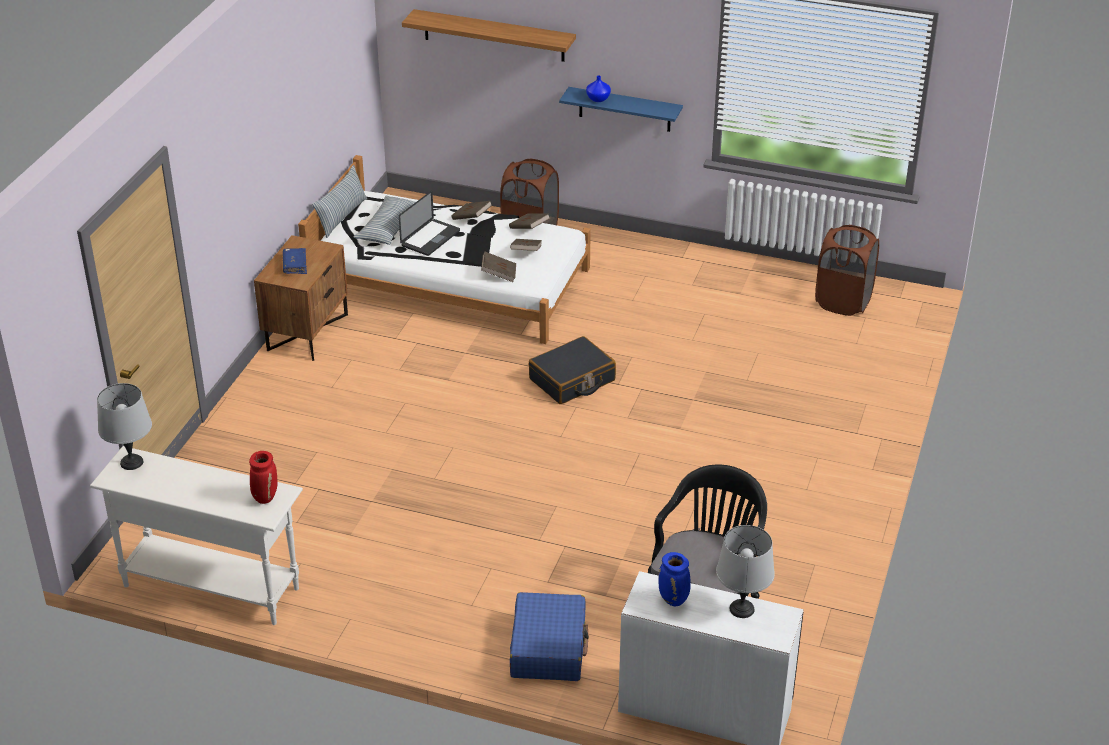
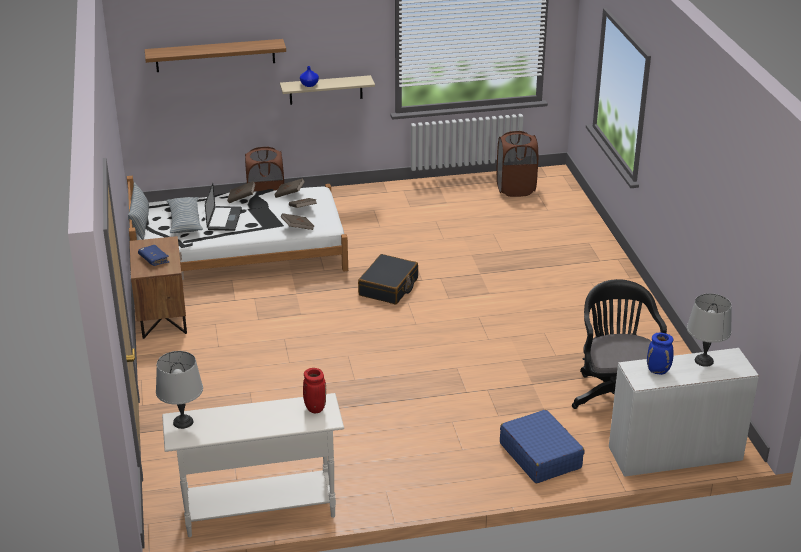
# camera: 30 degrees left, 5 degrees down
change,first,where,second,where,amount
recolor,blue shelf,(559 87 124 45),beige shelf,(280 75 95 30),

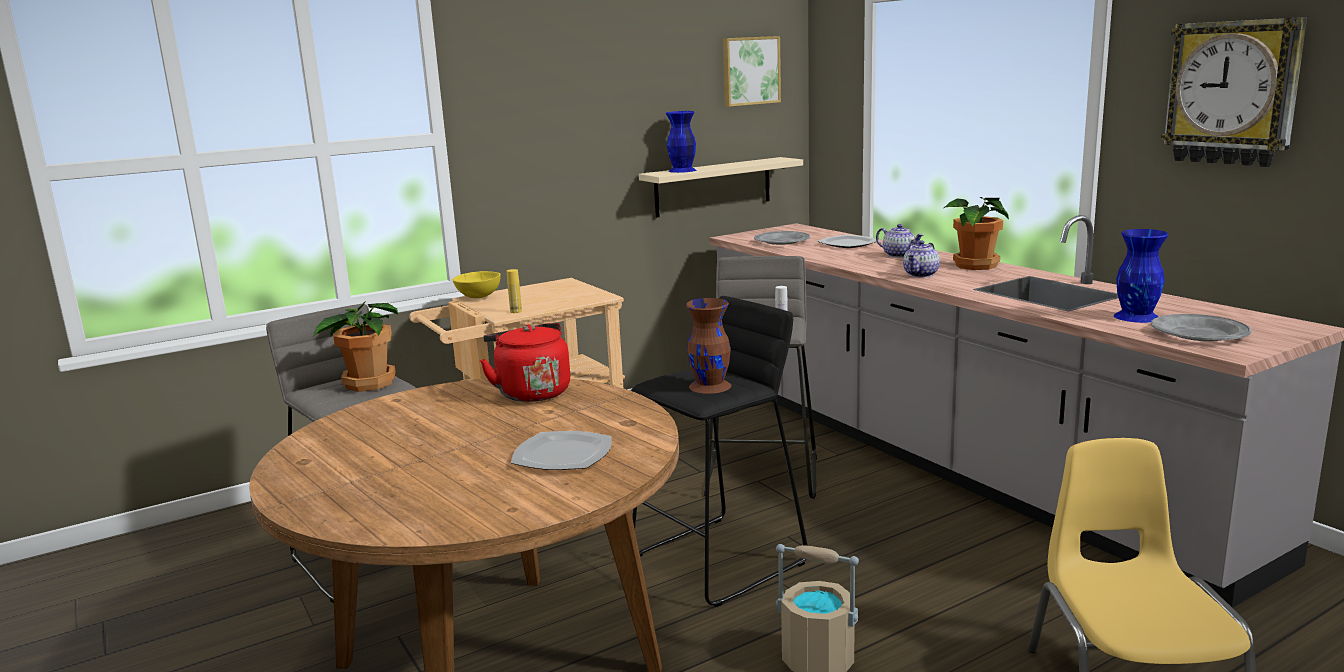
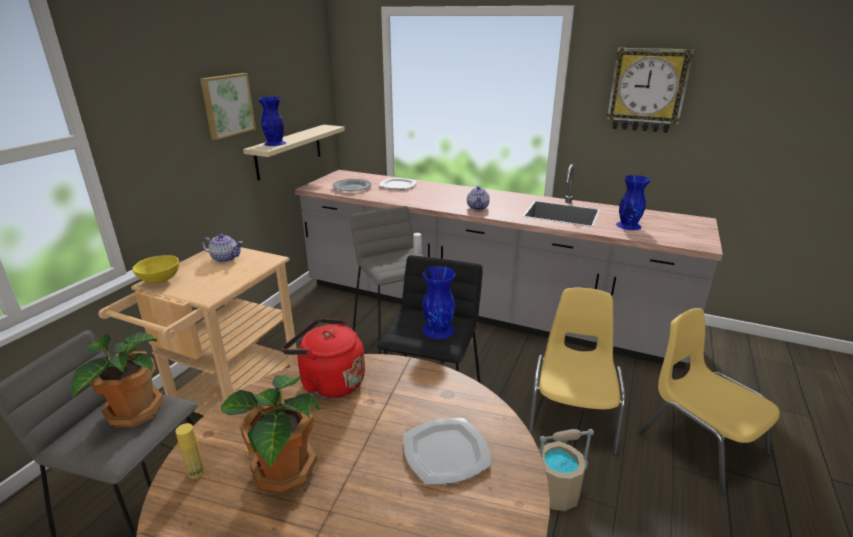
# camera: 35 degrees left, 10 degrees up
change,first,where,second,where,amount
move,picture,(723 36 58 71),,(200 73 56 67),
move,potted plant,(944 197 65 73),,(220 375 100 118),
move,teapot,(876 224 48 34),,(202 234 41 28),
move,yellow bottle,(507 269 15 44),,(175 423 30 56),
recolor,brown vase,(686 298 45 96),blue vase,(422 266 34 73),
delete,grey plate,(1151 314 100 27),,,
insert,,,yellow chair,(528 287 98 168),

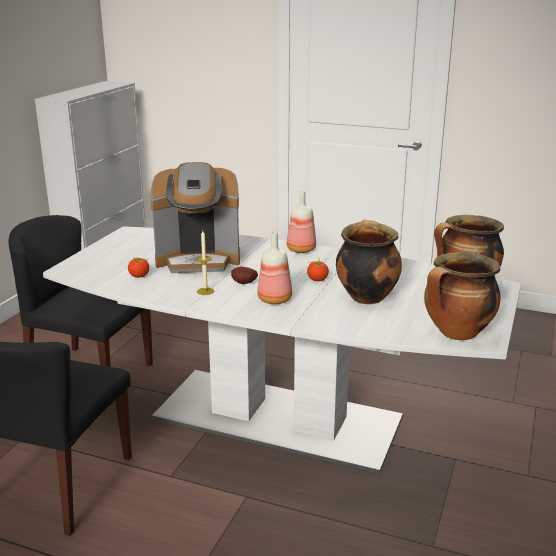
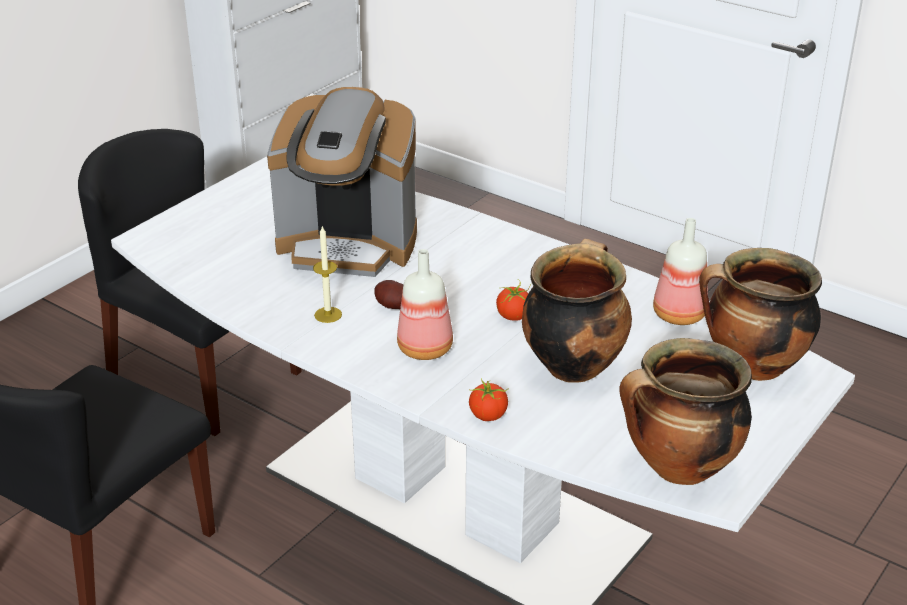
# camera: 15 degrees right, 10 degrees up
change,first,where,second,where,amount
move,bottle,(287 191 29 62),,(653 218 55 107),
move,tomato,(128 257 21 21),,(469 378 39 43),

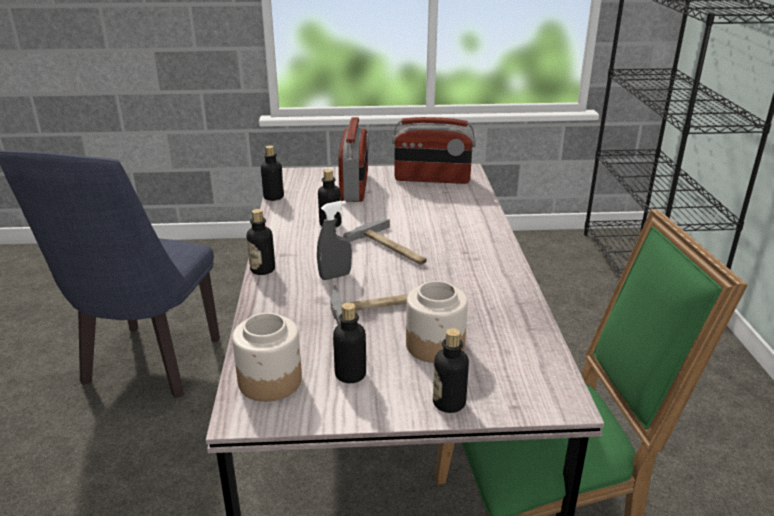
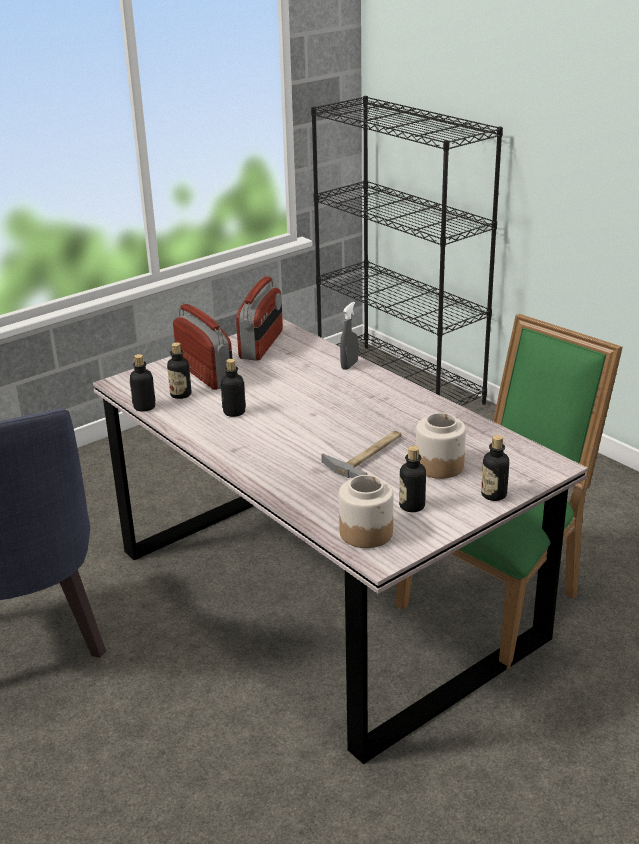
# camera: 35 degrees left, 0 degrees up
change,first,where,second,where,amount
rotate,radio,(392 117 84 67),,(236 276 47 85),45 degrees counterclockwise
move,grey spray bottle,(317 201 35 79),,(340 302 19 68),
move,bottle,(247 209 28 66),,(167 342 24 57),
delete,hammer,(343 219 84 46),,,

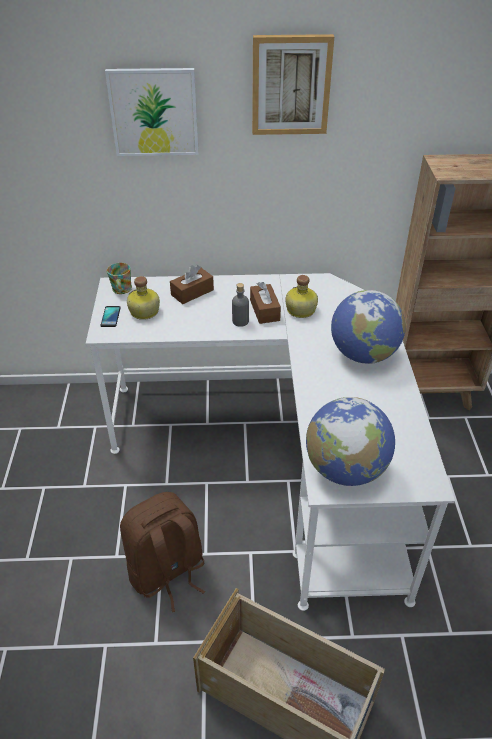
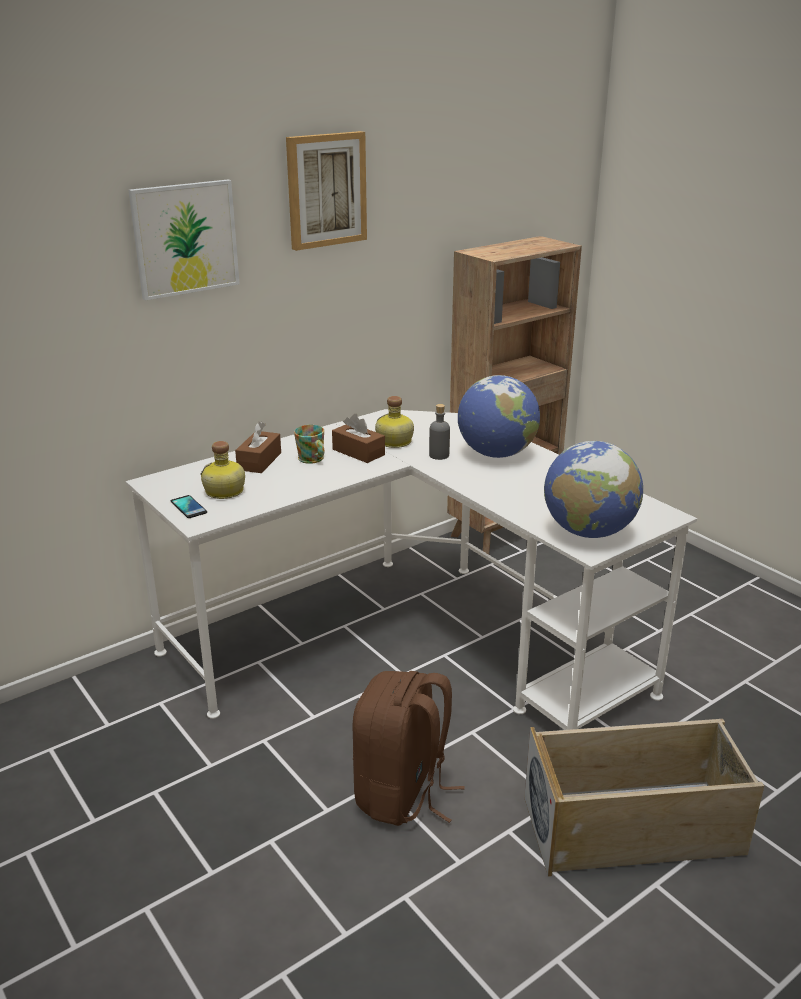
# camera: 35 degrees left, 15 degrees down
change,first,where,second,where,amount
move,mug,(107 263 25 31),,(294 425 30 39),
move,grey bottle,(232 283 17 44),,(429 404 21 56),

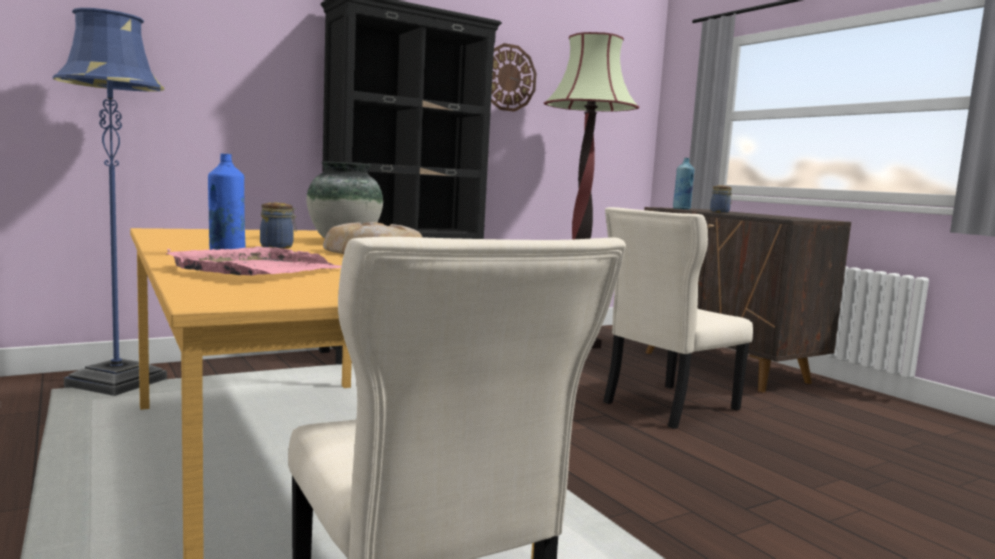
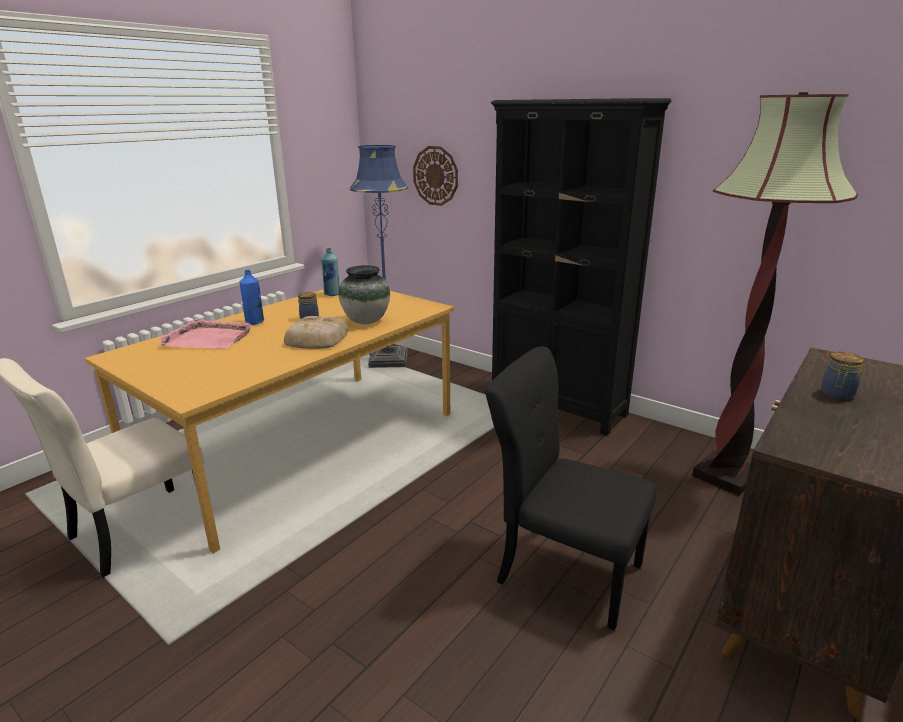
# camera: 70 degrees right, 15 degrees up
change,first,where,second,where,amount
move,wall clock,(491 43 45 69),,(413 146 45 60),
move,blue bottle,(673 158 21 52),,(321 248 19 48),
recolor,beige chair,(603 207 150 222),black chair,(485 346 172 285),

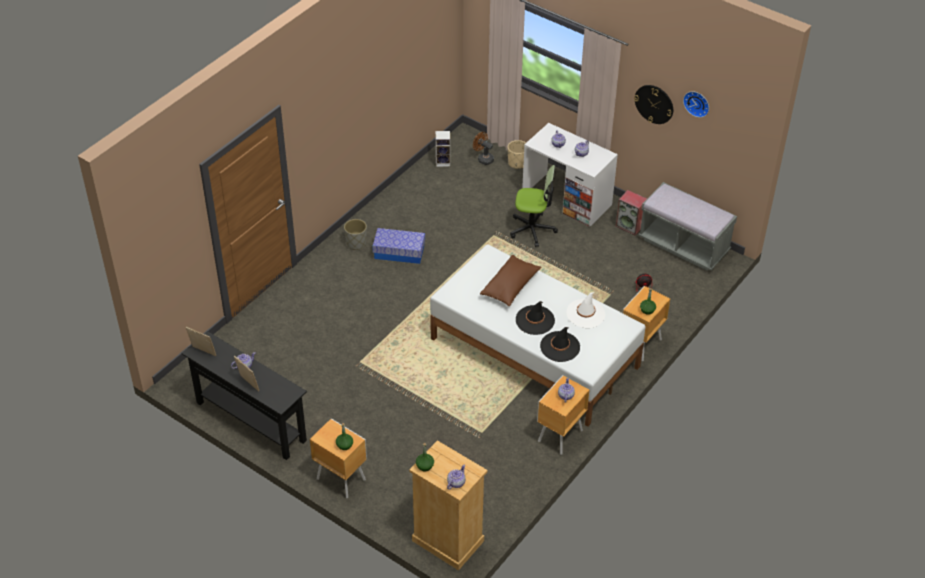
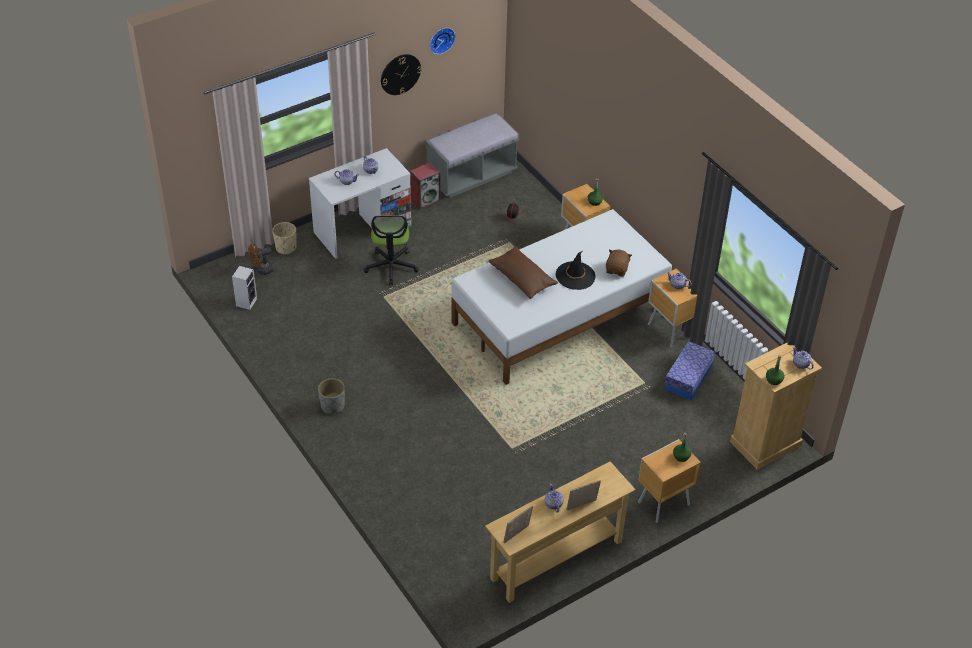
# camera: 70 degrees left, 0 degrees up
change,first,where,second,where,amount
rotate,office chair,(510 165 48 82),,(363 215 56 70),150 degrees clockwise
move,storage box,(372 228 53 36),,(665 341 50 59),
delete,white hat,(567 292 39 36),,,
replace,black hat,(540 327 40 35),brown plush toy,(606 249 26 27),
recolor,black console table,(181 331 126 129),beige console table,(485 461 151 142),

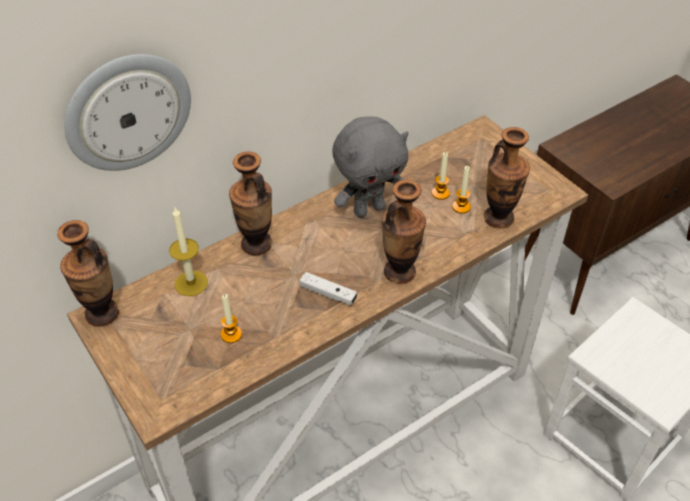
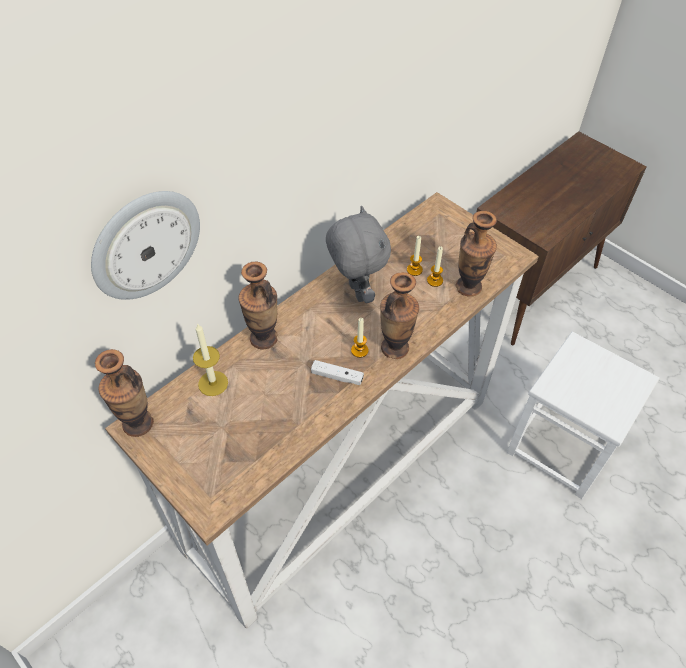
# camera: 10 degrees left, 5 degrees up
change,first,where,second,where,amount
rotate,grey plush toy,(332 116 77 101),,(326 206 65 97),75 degrees counterclockwise
move,candle,(221 294 21 49),,(351 318 18 40),

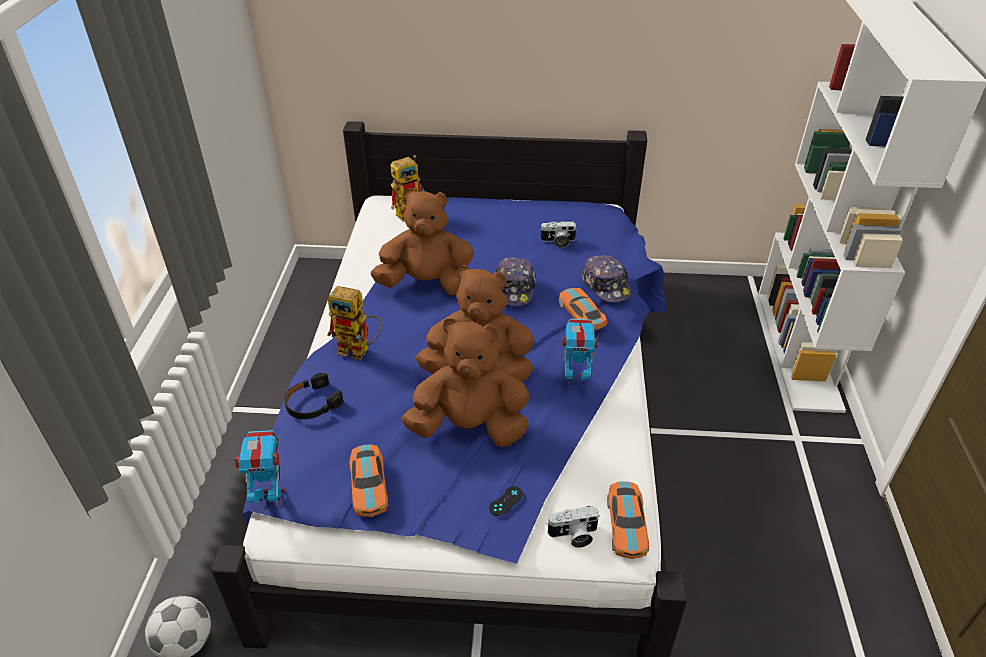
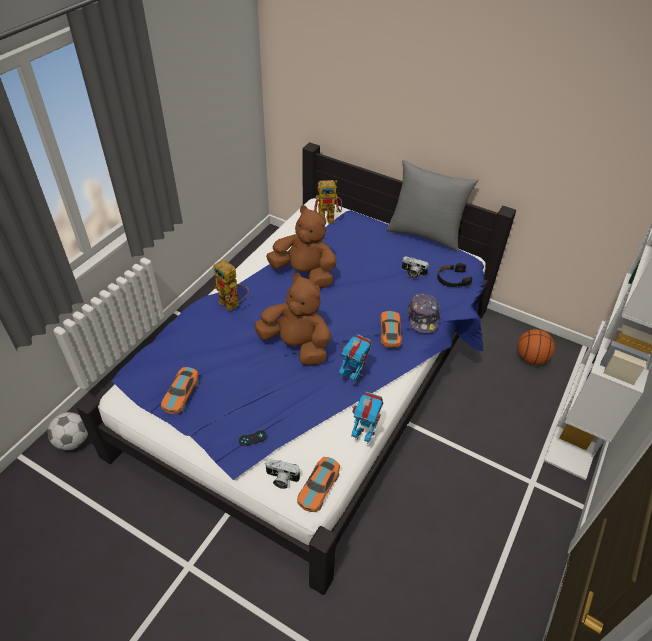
# camera: 25 degrees right, 5 degrees up
change,first,where,second,where,amount
delete,cap,(495 257 41 49),,,
delete,brown plush toy,(402 318 127 129),,,
move,black headphones,(284 373 59 46),,(437 263 35 24),
move,toy robot,(230 430 55 78),,(351 392 33 52),
insert,,,grey pillow,(387 160 91 92),
insert,,,basketball,(517 329 38 36),

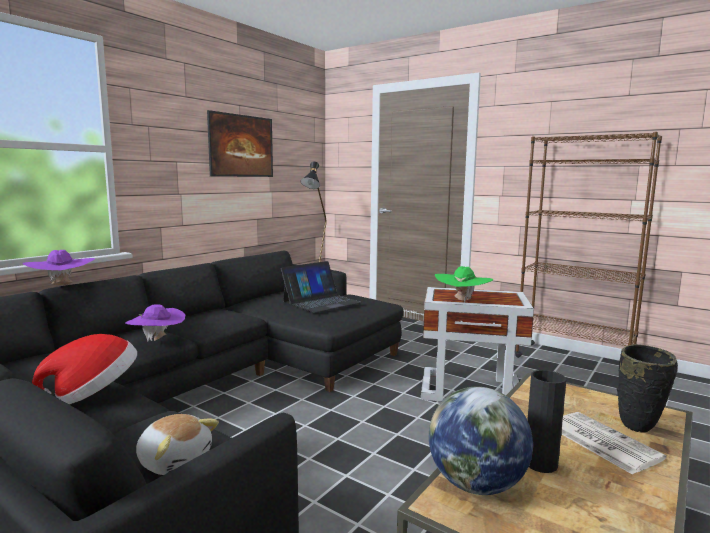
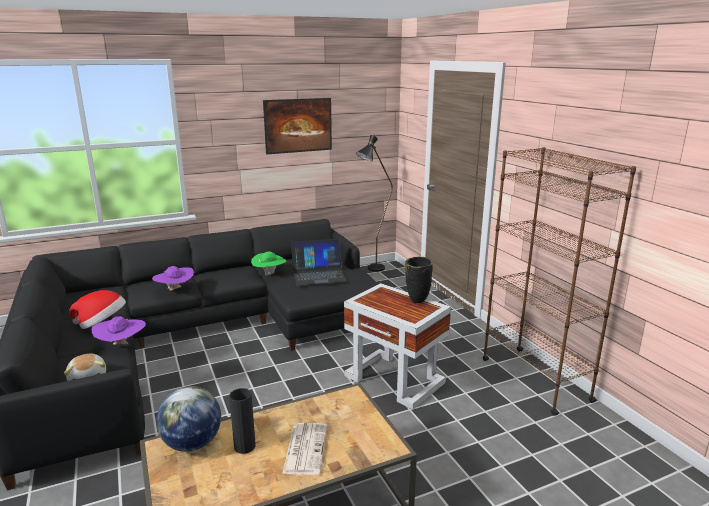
# camera: 30 degrees right, 10 degrees up
change,first,where,second,where,amount
move,purple hat,(23 250 72 35),,(91 316 55 28),
move,green hat,(435 266 58 37),,(251 252 35 24),
move,black vase,(617 344 61 89),,(405 257 28 46),

